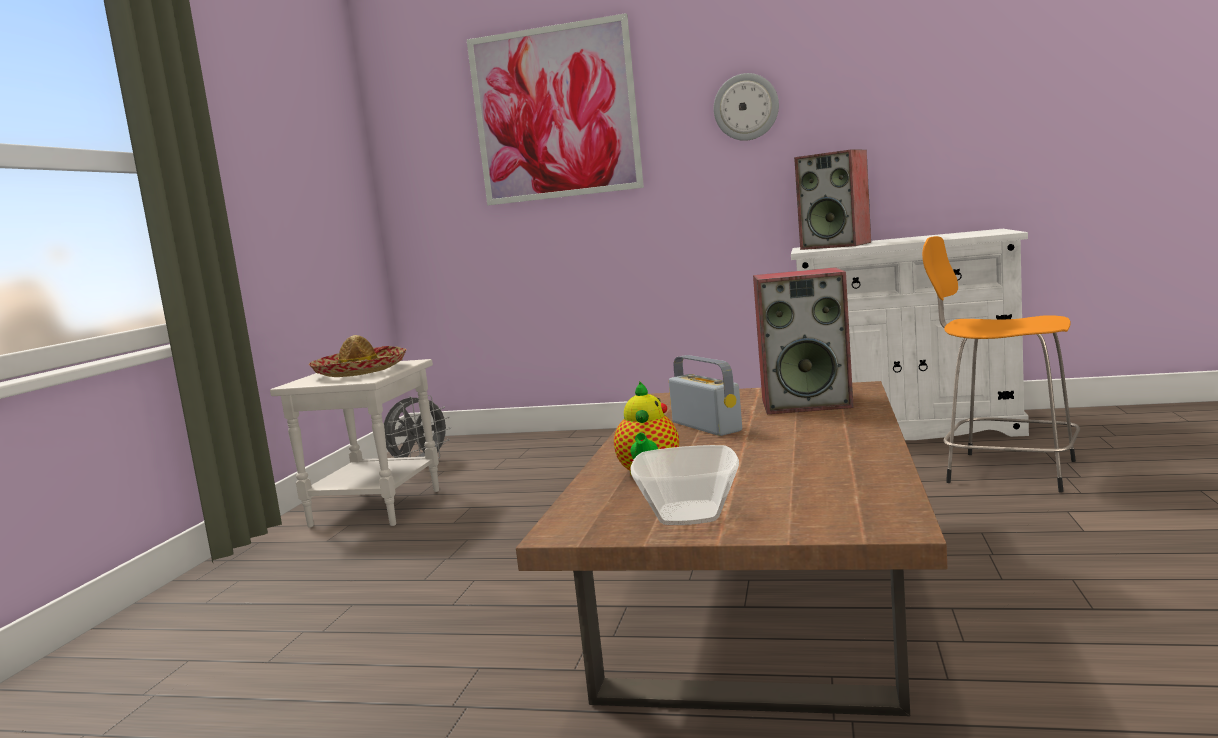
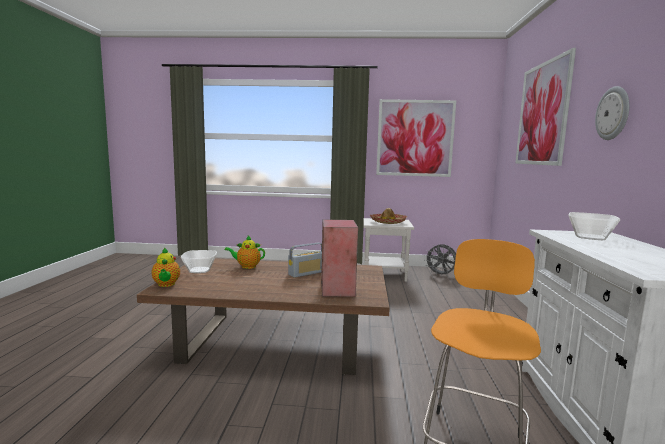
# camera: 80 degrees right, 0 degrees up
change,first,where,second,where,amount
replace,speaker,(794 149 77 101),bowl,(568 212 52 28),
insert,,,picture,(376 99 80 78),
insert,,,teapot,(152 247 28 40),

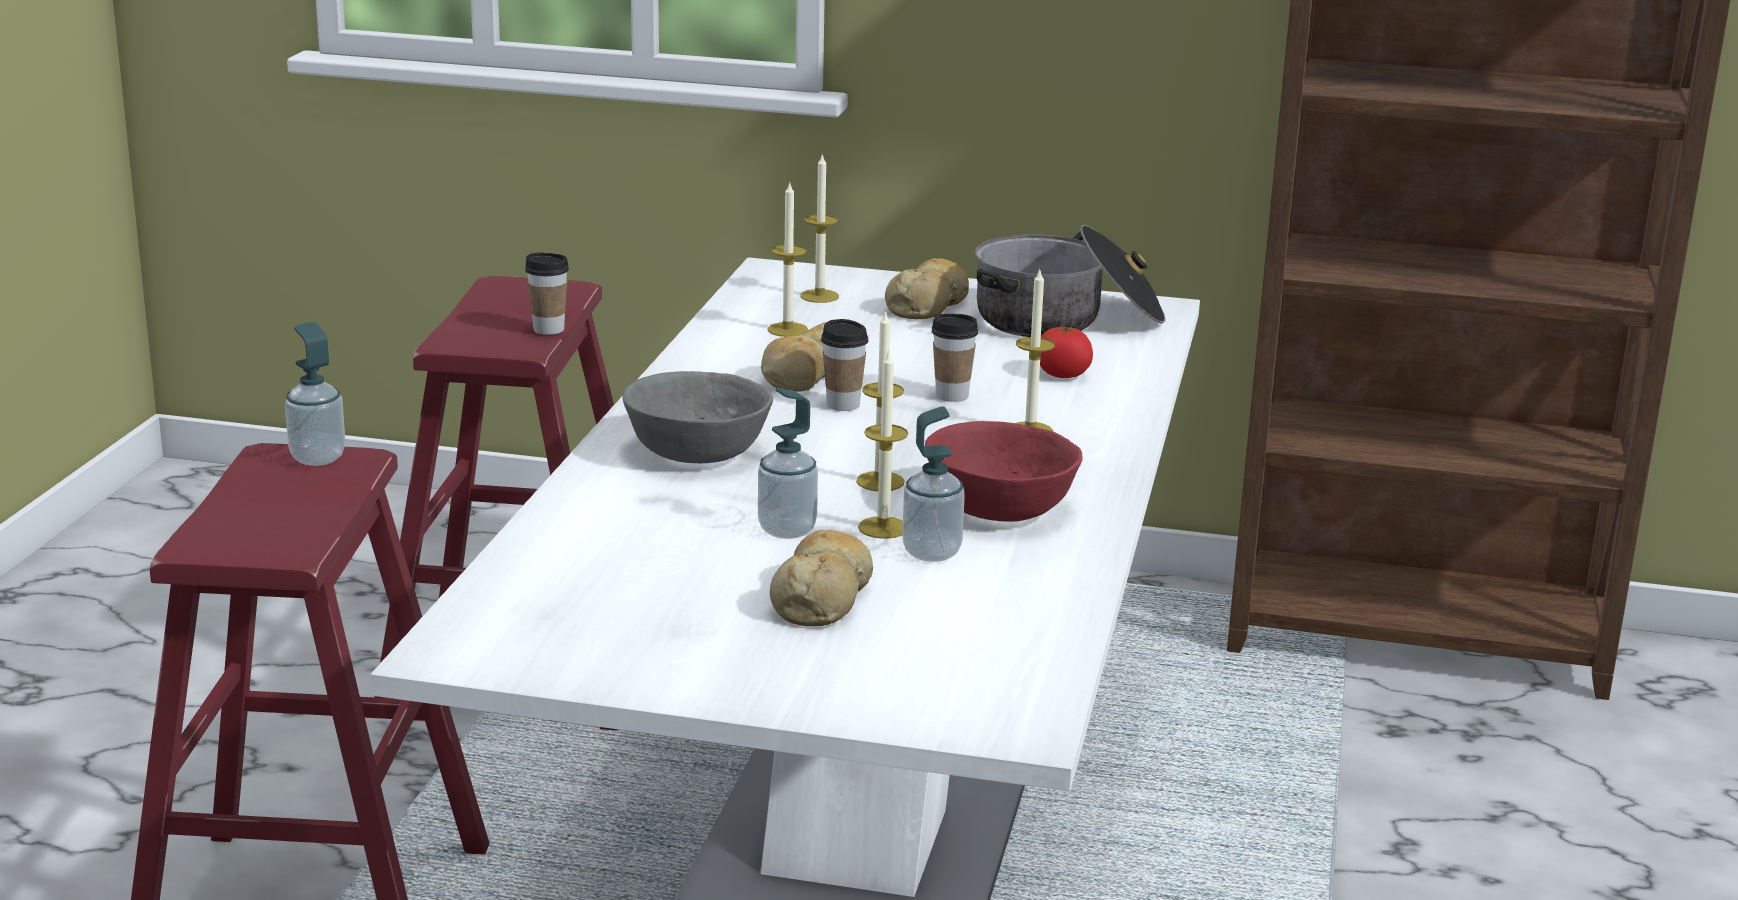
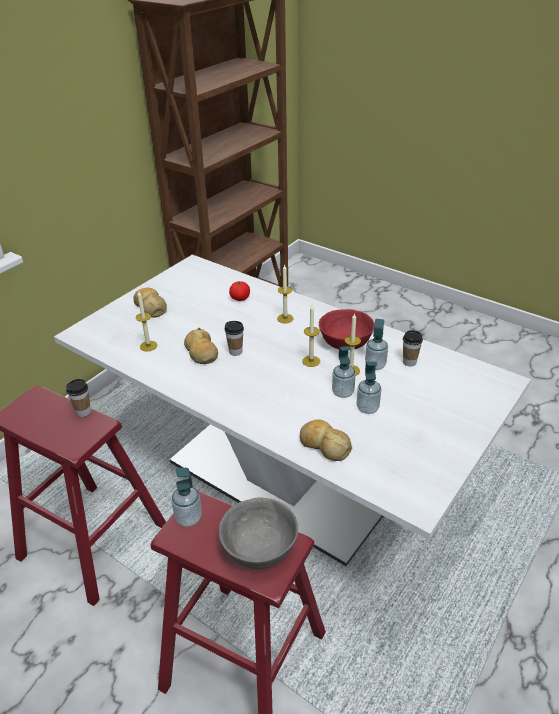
# camera: 65 degrees left, 15 degrees up
change,first,where,second,where,amount
delete,candle,(800 153 39 150),,,
delete,cooking pot,(975 225 191 112),,,
move,cup,(932 313 46 89),,(403 330 20 36),
move,grey bowl,(622 371 151 92),,(219 497 80 72),
move,bread,(770 530 103 96),,(300 420 53 41),
insert,,,soap dispenser,(356 362 25 52),

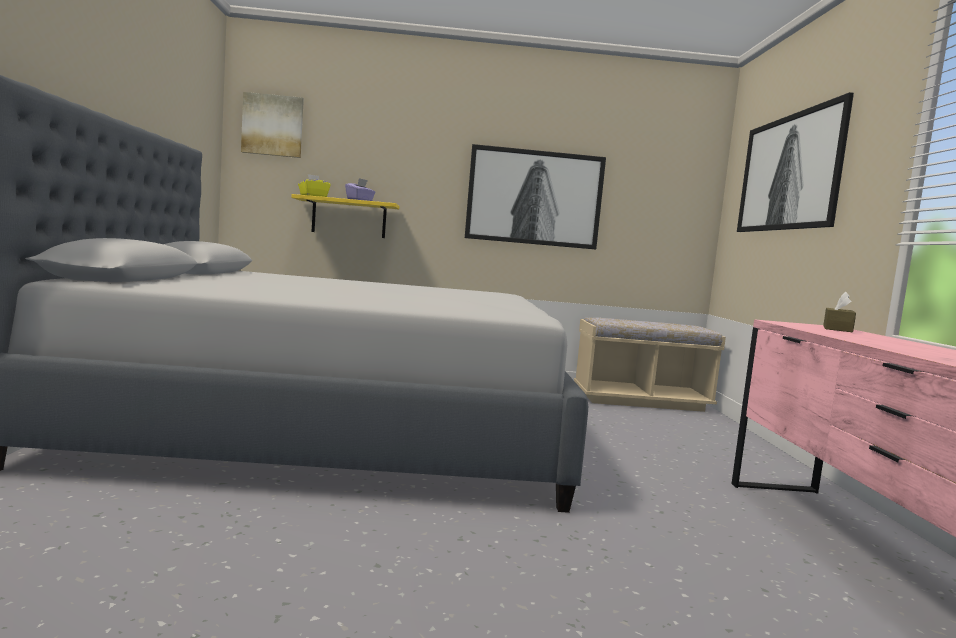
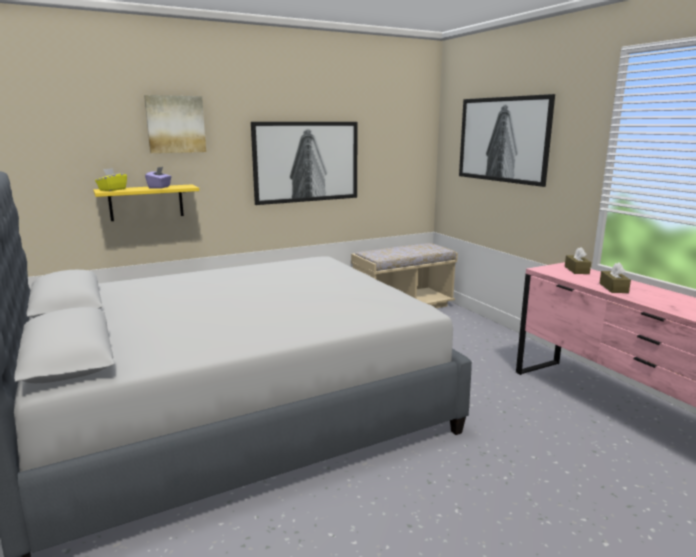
# camera: 25 degrees left, 10 degrees up
change,first,where,second,where,amount
move,picture,(241 92 63 66),,(144 95 62 58),
insert,,,brown tissue box,(600 263 31 30),

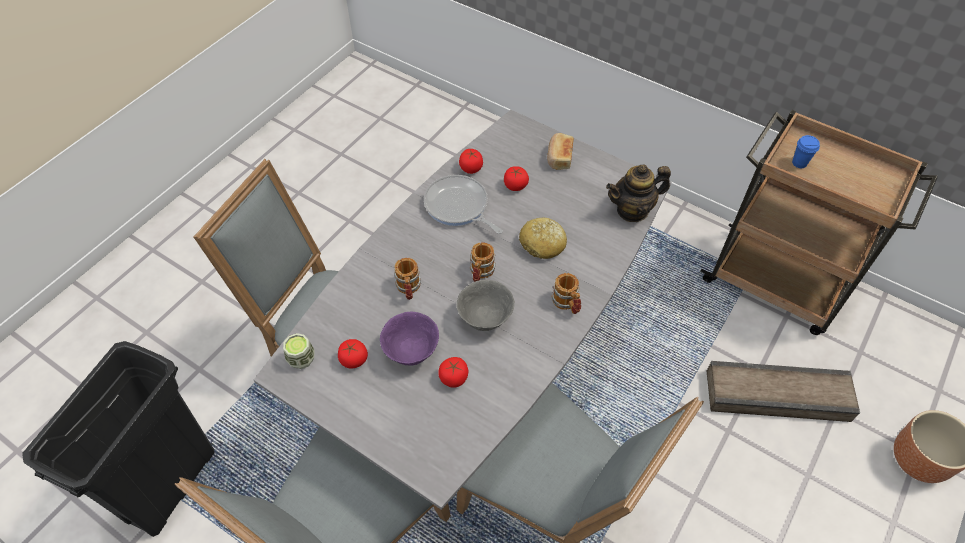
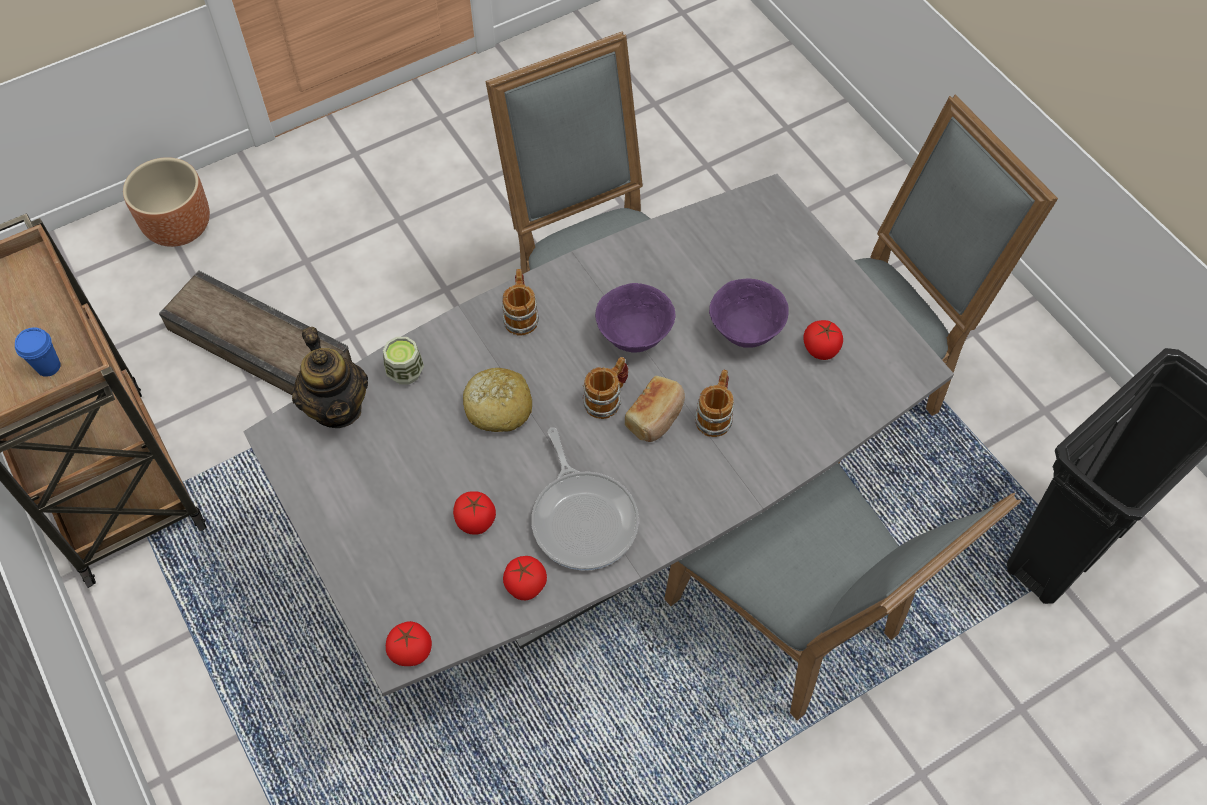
# camera: 155 degrees left, 5 degrees up
change,first,where,second,where,amount
move,bread,(547 133 27 37),,(625 376 60 66),
rotate,teapot,(606 164 65 58),,(292 327 76 101),60 degrees clockwise
recolor,grey bowl,(457 280 58 51),purple bowl,(595 283 80 70),
move,cup,(283 333 31 36),,(383 337 41 48),
move,tomato,(438 357 30 31),,(386 621 46 45),

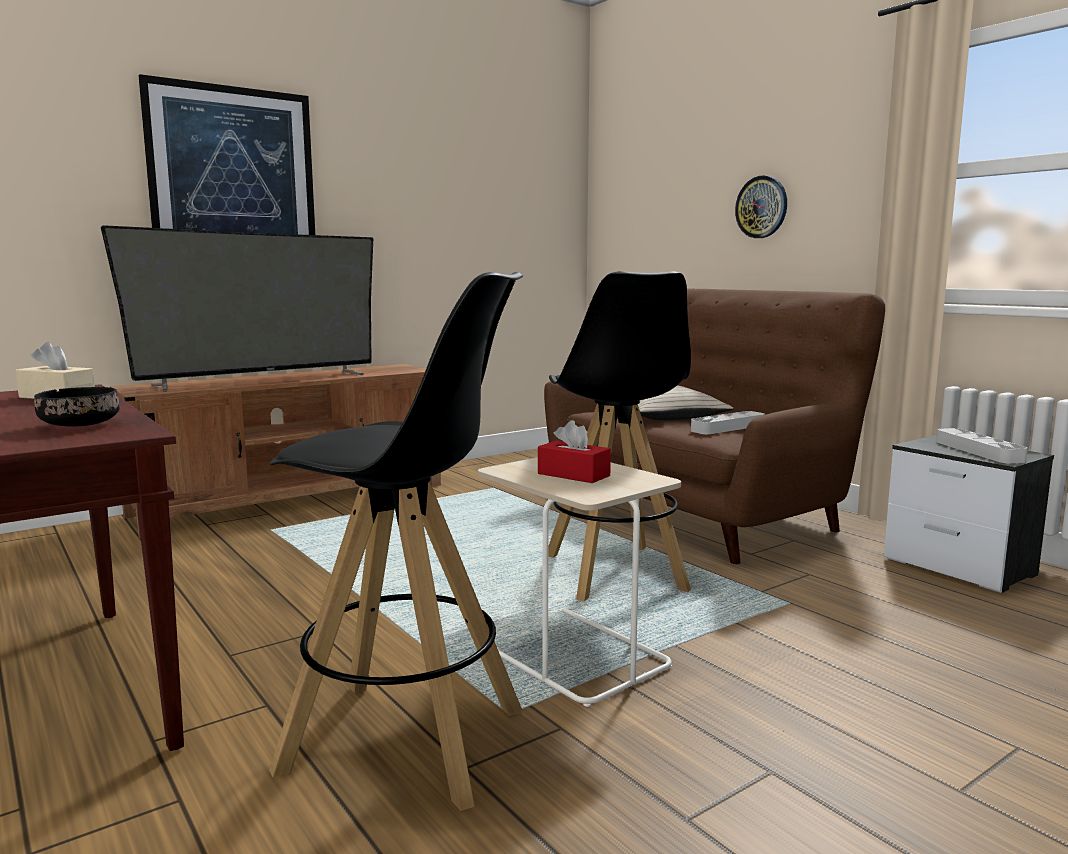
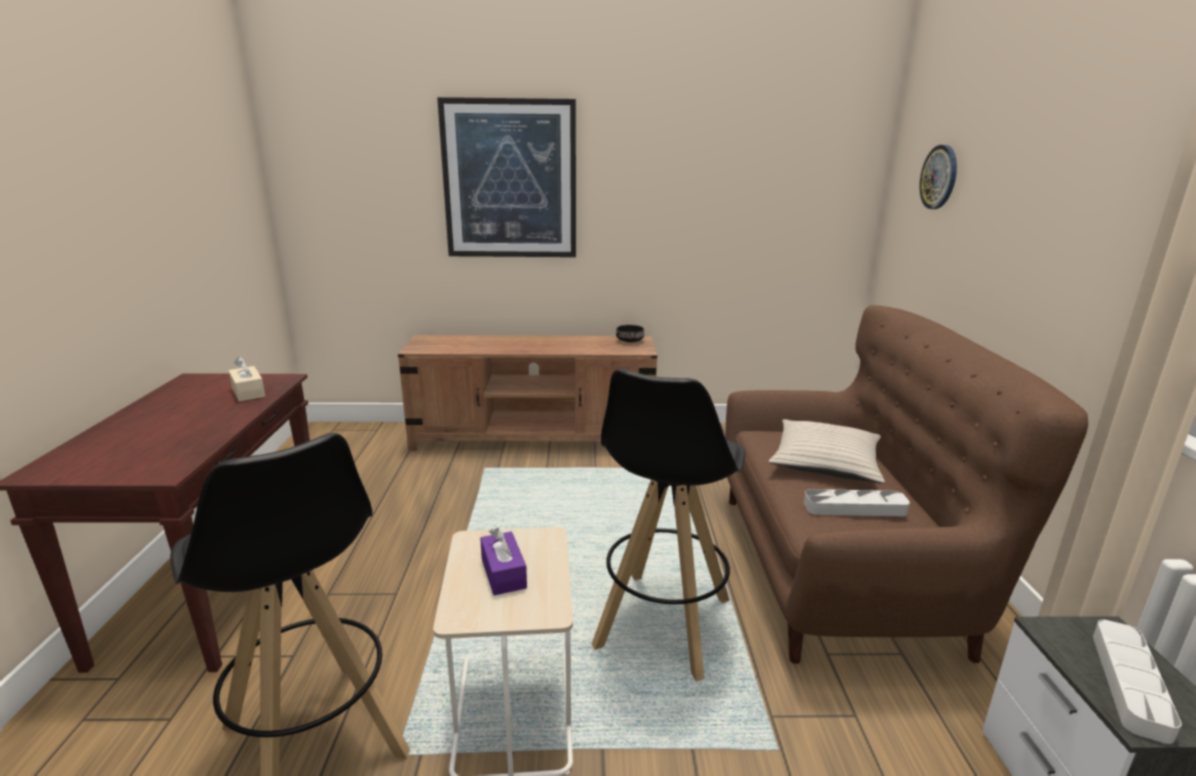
# camera: 35 degrees right, 10 degrees up
change,first,where,second,where,amount
move,wall clock,(735 175 52 63),,(919 145 38 64),
delete,television,(101 225 272 167),,,
move,black bowl,(34 387 86 40),,(616 325 28 17),
recolor,red tissue box,(538 420 73 63),purple tissue box,(480 528 47 67),

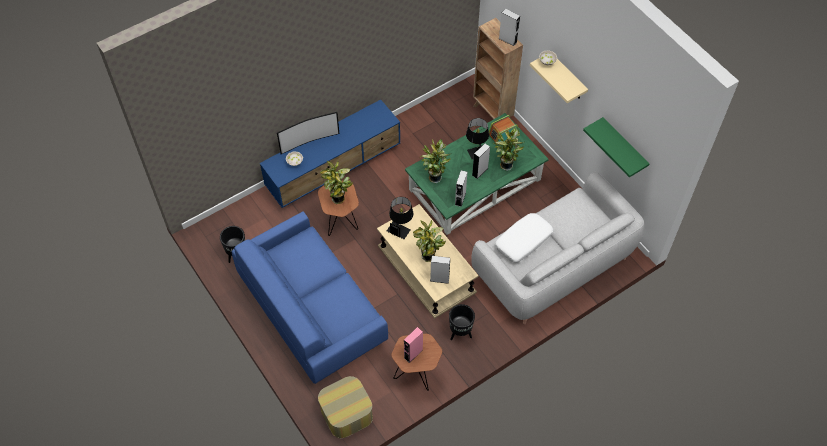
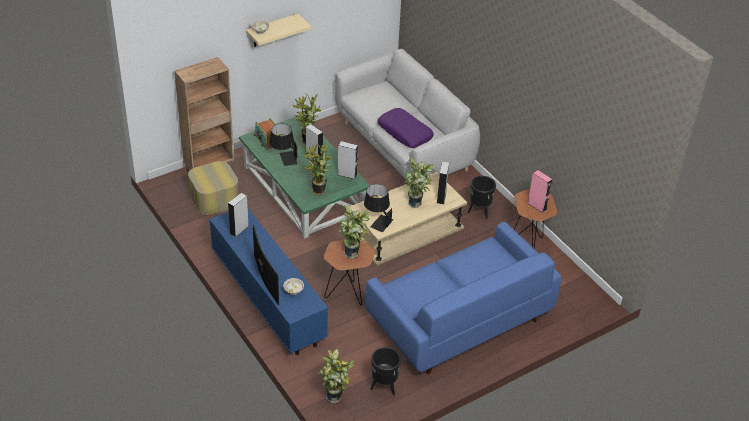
# camera: 90 degrees left, 15 degrees down
change,first,where,second,where,amount
move,grey speaker,(499 9 21 37),,(228 193 21 44),
delete,green shelf,(583 117 67 60),,,
recolor,white pillow,(495 213 59 49),purple pillow,(378 108 56 40),
move,ottoman,(318 376 55 62),,(188 161 50 54),
insert,,,potted plant,(318 349 36 54),

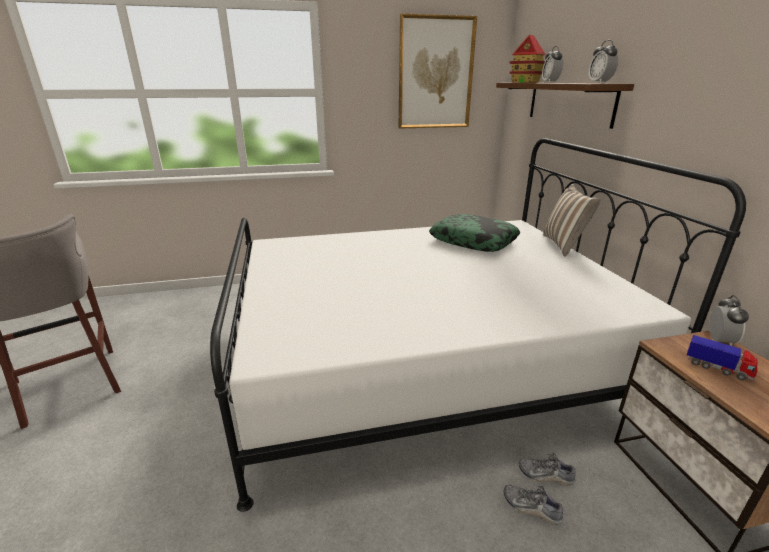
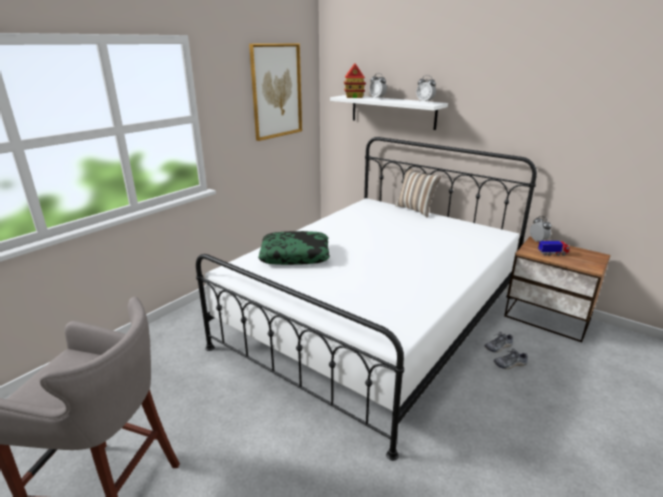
# camera: 40 degrees left, 0 degrees up
change,first,where,second,where,amount
recolor,brown shelf,(496 83 138 46),white shelf,(330 95 118 35),
move,pillow,(429 214 91 38),,(258 231 72 34),

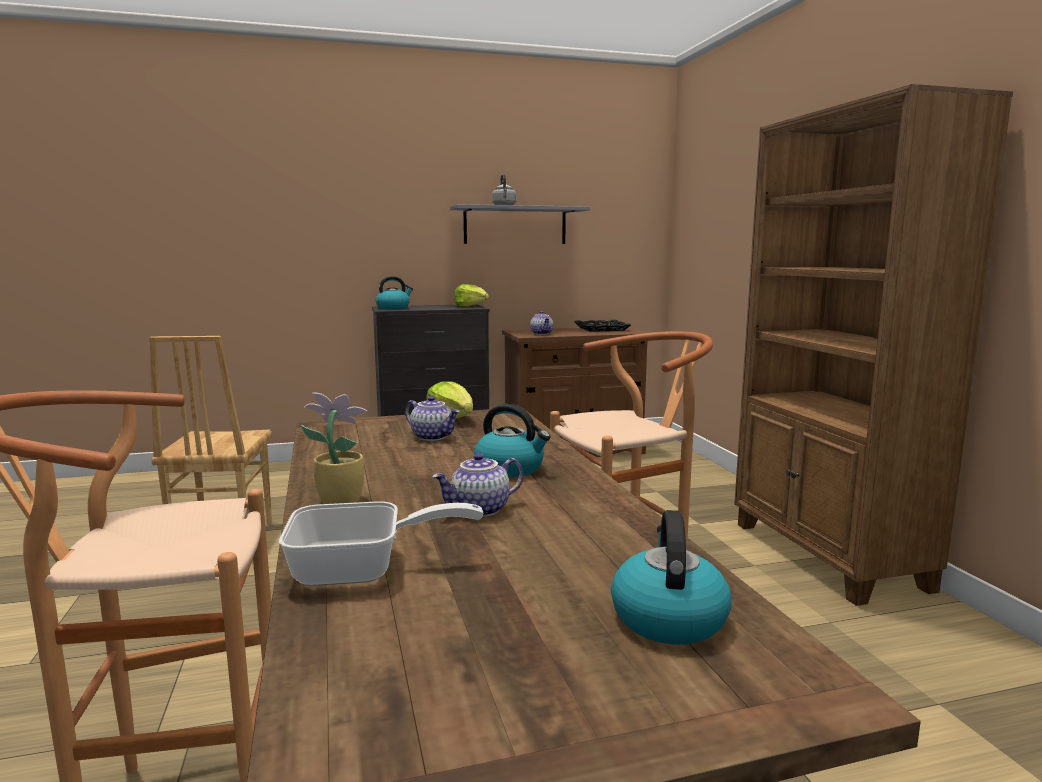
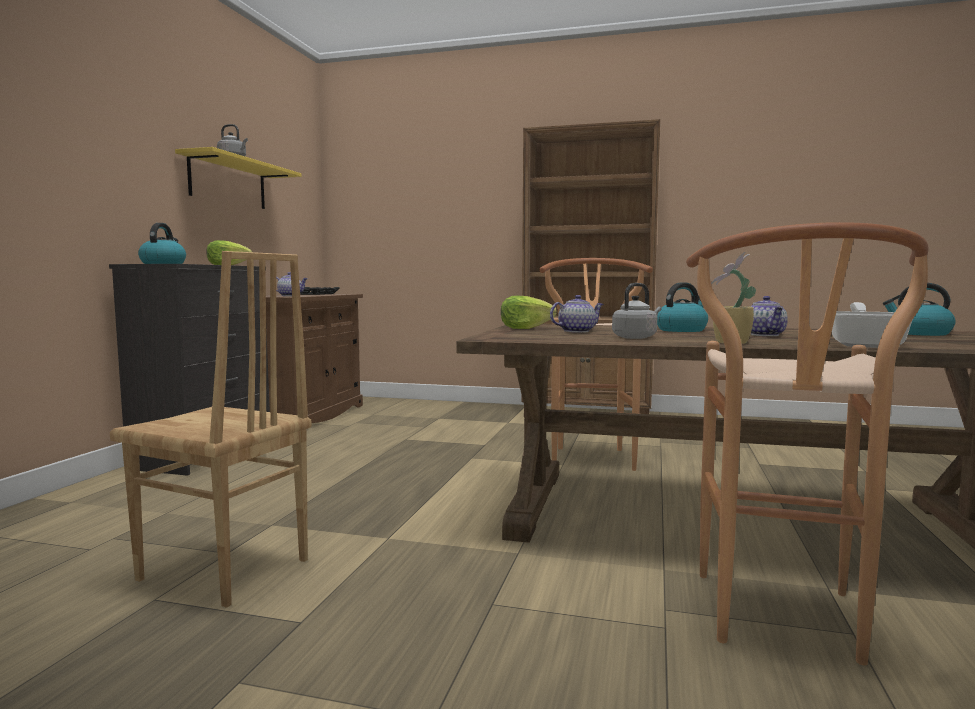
# camera: 60 degrees left, 5 degrees down
change,first,where,second,where,amount
recolor,grey shelf,(450 204 140 40),yellow shelf,(175 147 127 62),
insert,,,grey kettle,(612 283 49 56),

